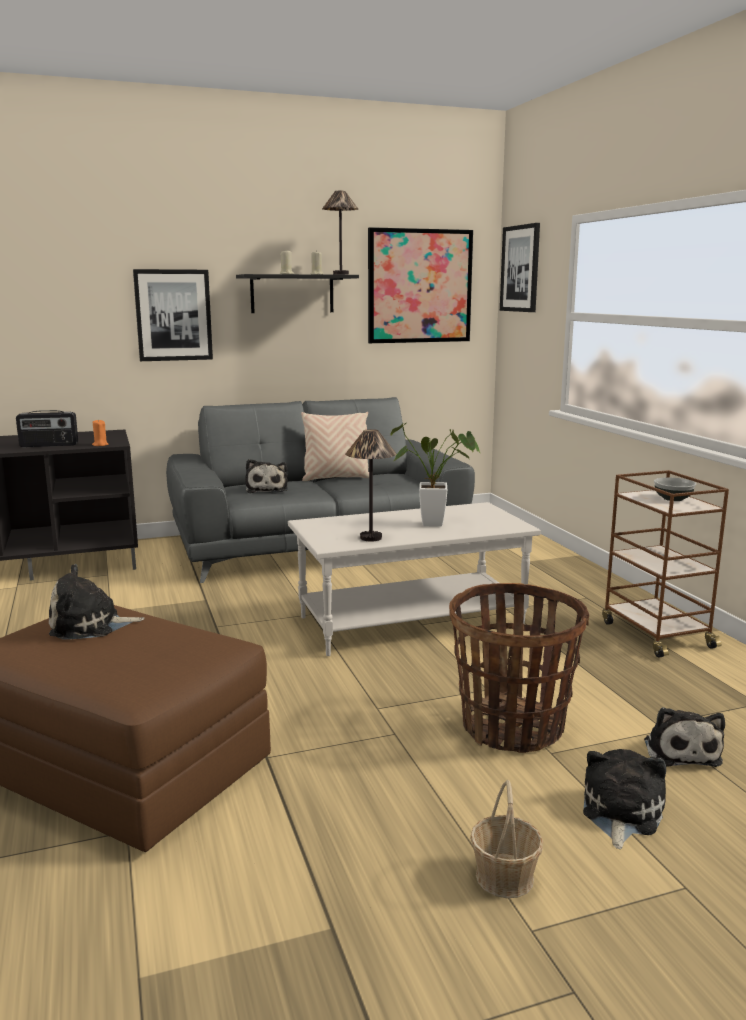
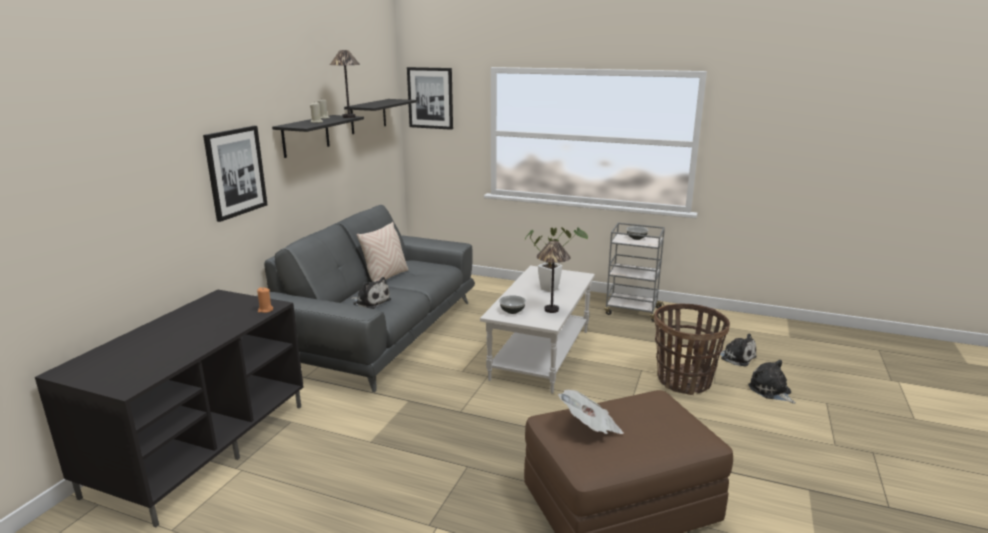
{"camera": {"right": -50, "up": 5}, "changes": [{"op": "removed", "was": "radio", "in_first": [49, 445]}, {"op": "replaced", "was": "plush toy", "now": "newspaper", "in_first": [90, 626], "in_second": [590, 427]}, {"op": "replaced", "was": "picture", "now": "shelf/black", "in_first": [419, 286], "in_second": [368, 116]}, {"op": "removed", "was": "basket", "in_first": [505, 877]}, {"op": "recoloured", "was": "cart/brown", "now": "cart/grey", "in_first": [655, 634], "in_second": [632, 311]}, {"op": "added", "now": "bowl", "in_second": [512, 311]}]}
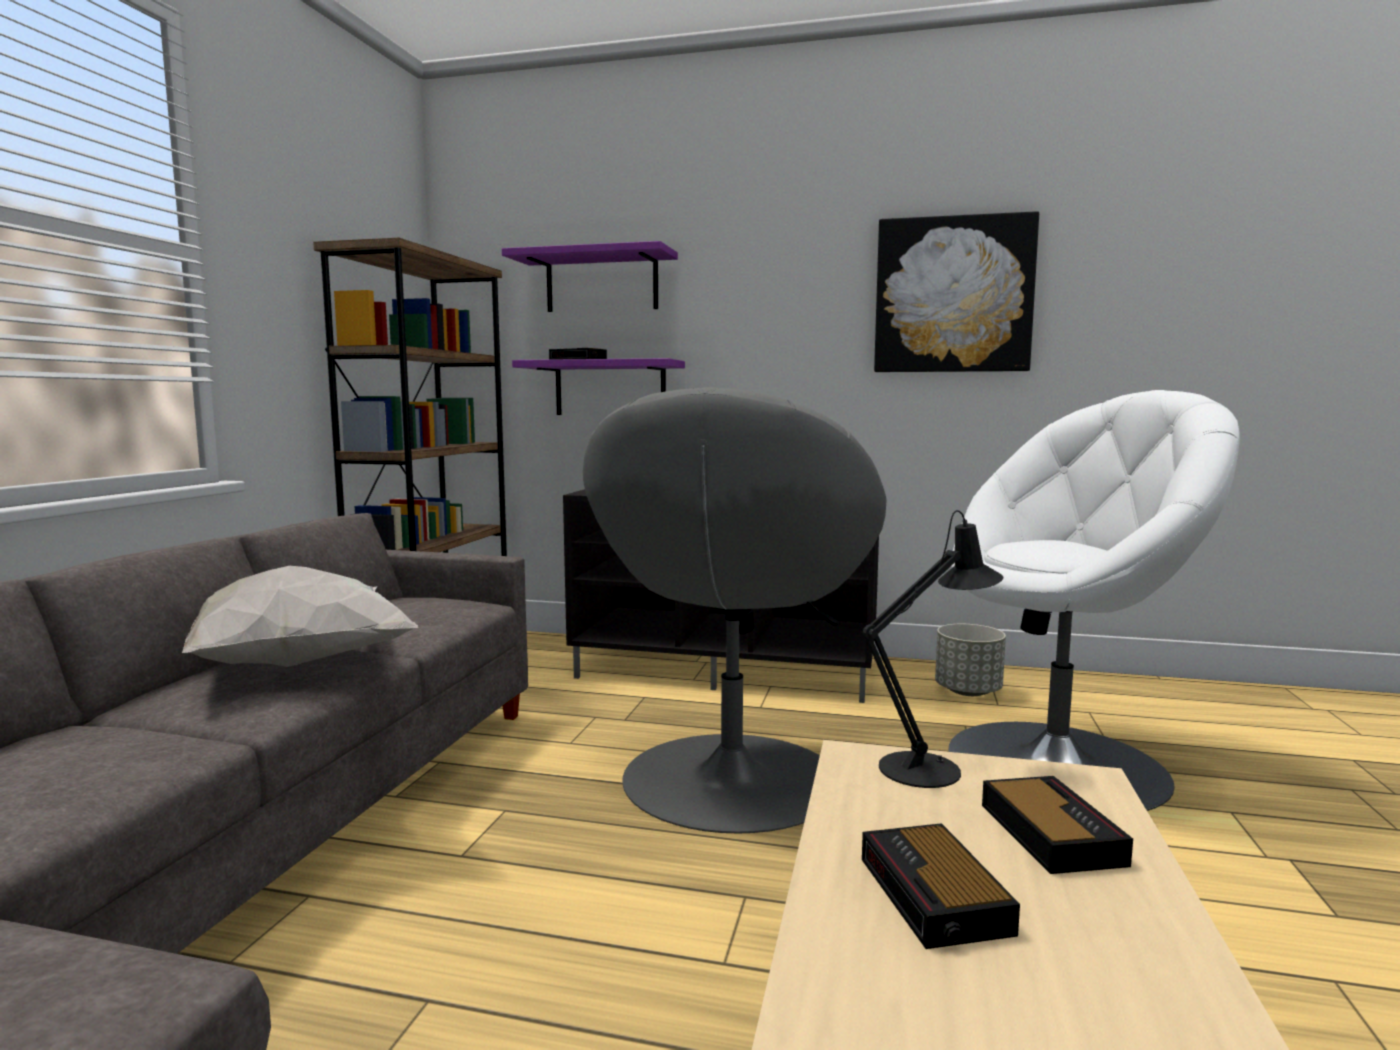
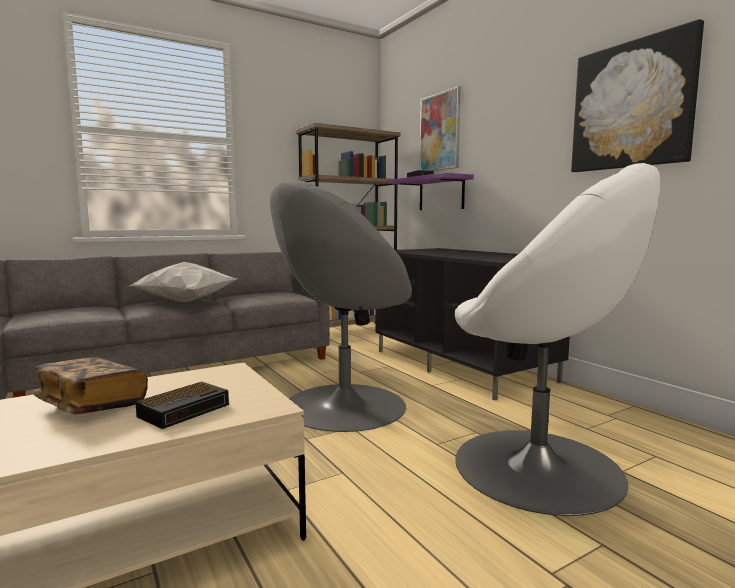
{"camera": {"right": 45, "up": 0}, "changes": [{"op": "replaced", "was": "shelf/purple", "now": "picture", "in_first": [602, 283], "in_second": [440, 132]}, {"op": "replaced", "was": "alarm clock", "now": "book", "in_first": [935, 897], "in_second": [92, 405]}, {"op": "removed", "was": "table lamp/black", "in_first": [929, 767]}, {"op": "removed", "was": "planter/grey", "in_first": [968, 691]}]}
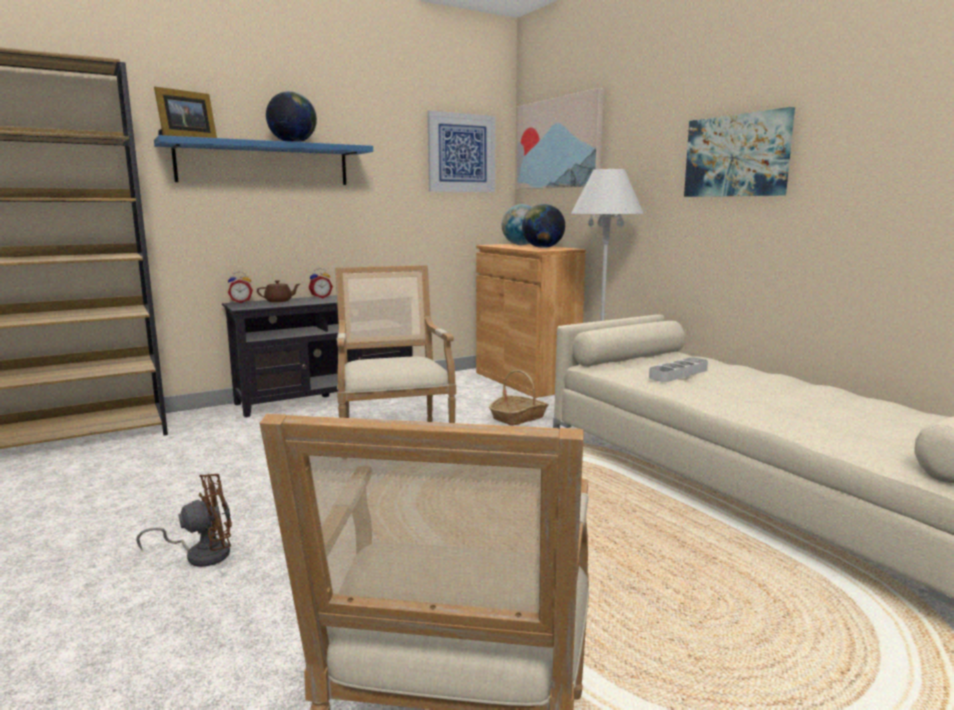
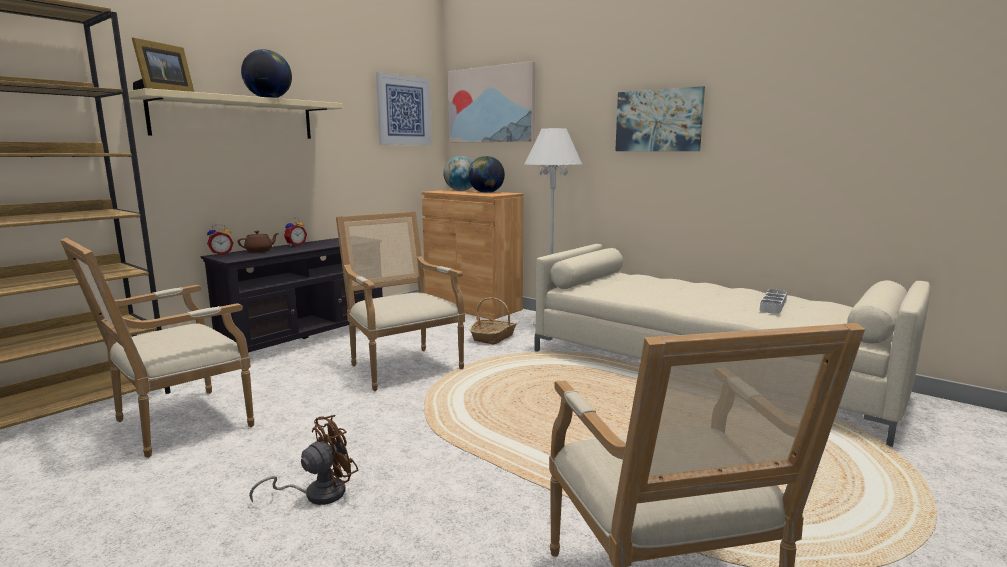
{"camera": {"right": -20, "up": 0}, "changes": [{"op": "recoloured", "was": "shelf/blue", "now": "shelf/beige", "in_first": [264, 164], "in_second": [235, 118]}, {"op": "moved", "was": "tray/grey", "in_first": [678, 374], "in_second": [773, 305]}, {"op": "added", "now": "armchair", "in_second": [175, 425]}]}
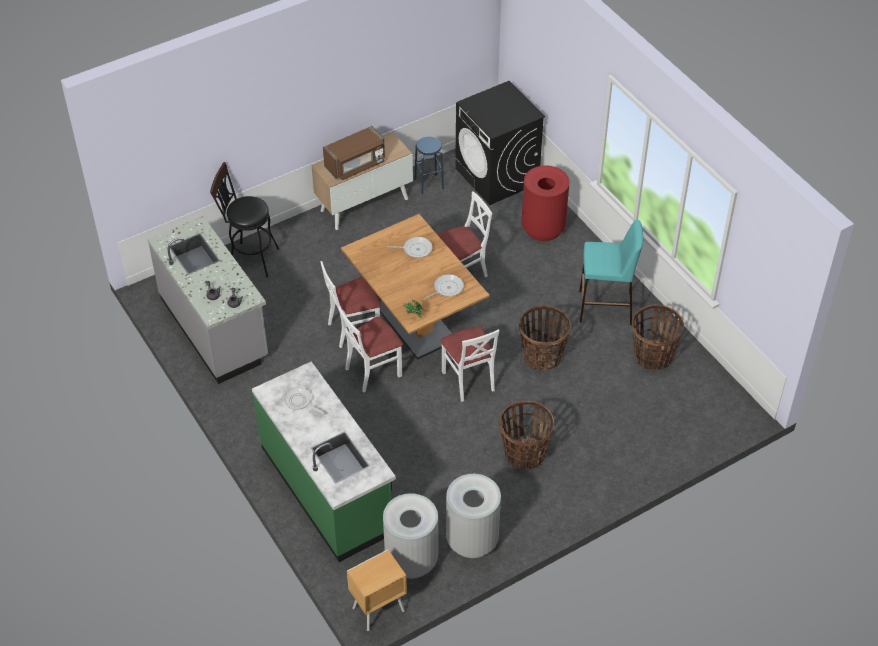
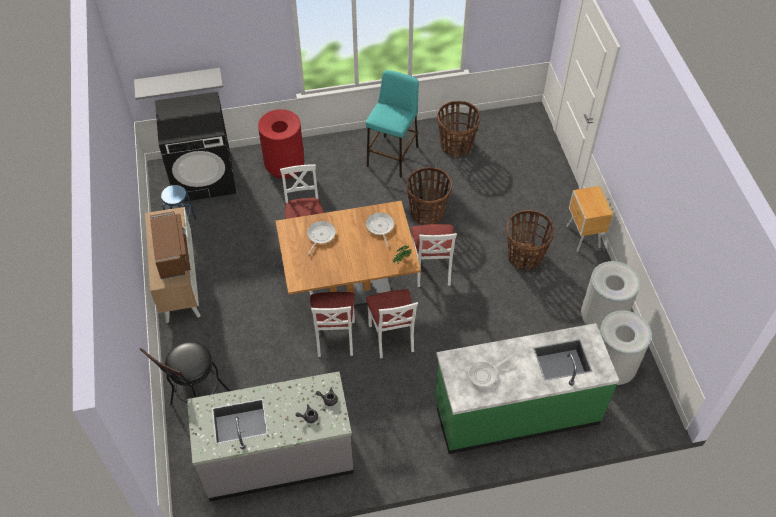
{"camera": {"right": -70, "up": 5}, "changes": [{"op": "moved", "was": "nightstand/brown", "in_first": [377, 610], "in_second": [582, 237]}, {"op": "turned", "was": "chair/white", "in_first": [469, 380], "in_second": [432, 269], "clockwise": 90}, {"op": "added", "now": "shelf/grey", "in_second": [179, 81]}]}
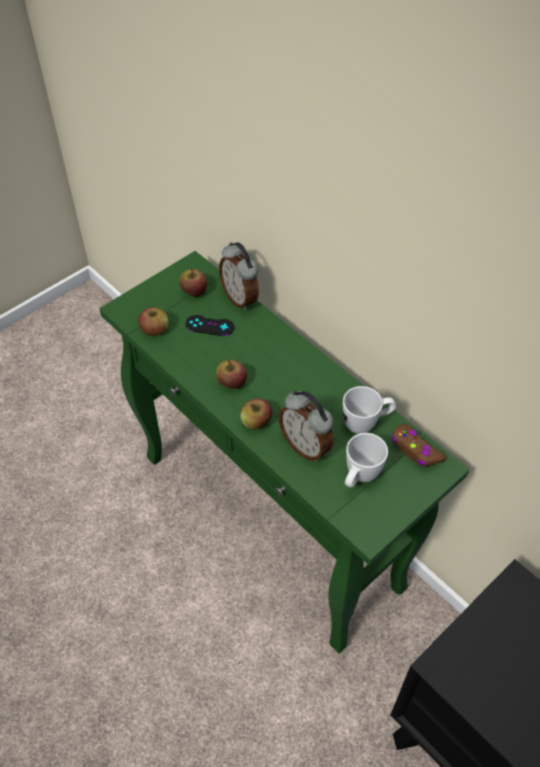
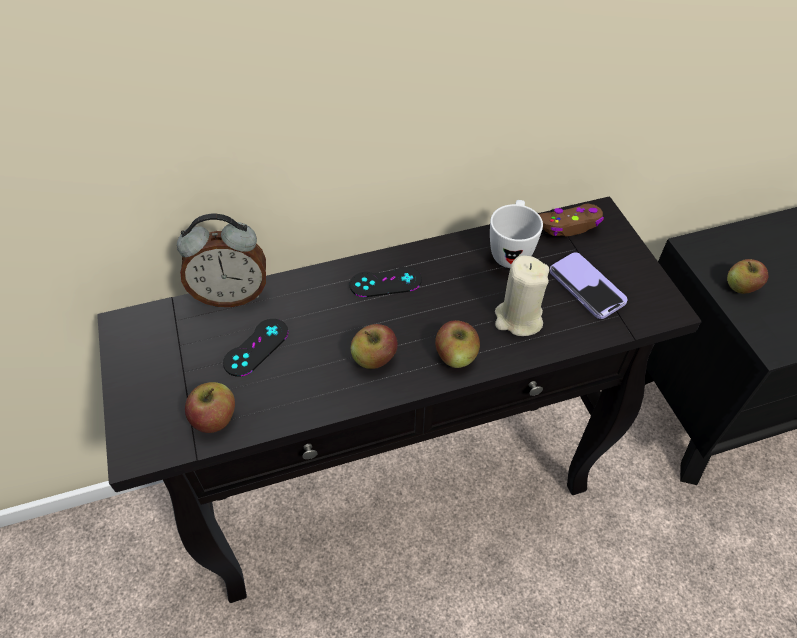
{"camera": {"right": -65, "up": 0}, "changes": [{"op": "recoloured", "was": "console table/green", "now": "console table/black", "in_first": [272, 522], "in_second": [401, 489]}, {"op": "moved", "was": "apple", "in_first": [194, 291], "in_second": [741, 287]}, {"op": "replaced", "was": "alarm clock", "now": "candle/beige", "in_first": [306, 446], "in_second": [518, 318]}, {"op": "replaced", "was": "mug/white", "now": "phone", "in_first": [359, 477], "in_second": [586, 287]}, {"op": "added", "now": "game controller/black", "in_second": [385, 282]}]}
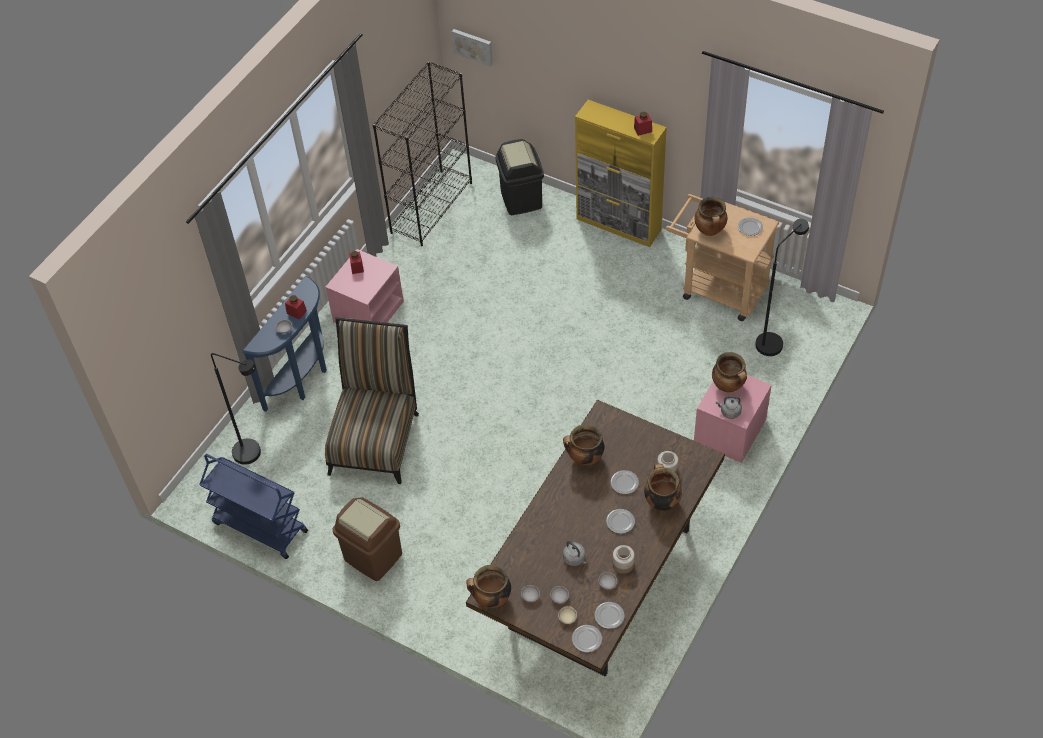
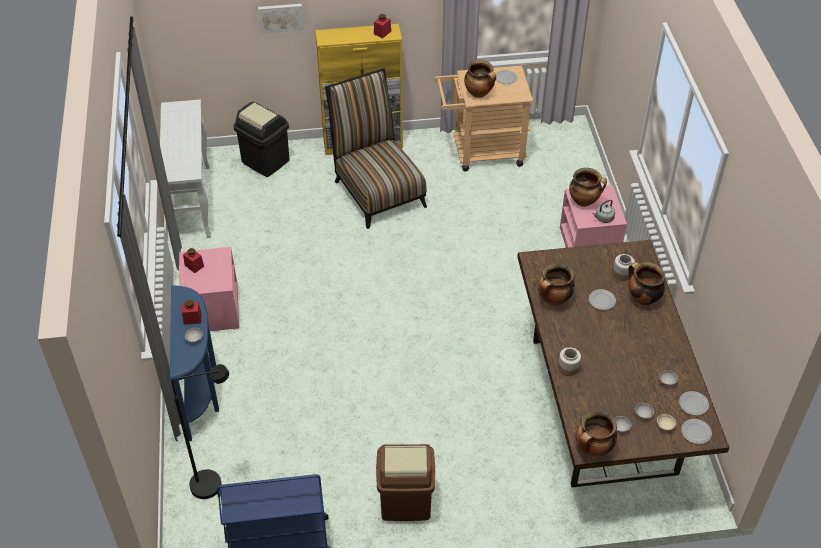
{"camera": {"right": -40, "up": -5}, "changes": [{"op": "moved", "was": "chair", "in_first": [375, 437], "in_second": [377, 189]}, {"op": "replaced", "was": "bookcase/black", "now": "console table/white", "in_first": [431, 207], "in_second": [192, 202]}, {"op": "moved", "was": "picture", "in_first": [473, 46], "in_second": [280, 17]}, {"op": "removed", "was": "kettle/grey", "in_first": [575, 559]}, {"op": "removed", "was": "plate", "in_first": [620, 522]}, {"op": "moved", "was": "jar", "in_first": [623, 564], "in_second": [568, 367]}, {"op": "removed", "was": "floor lamp/black", "in_first": [773, 340]}]}
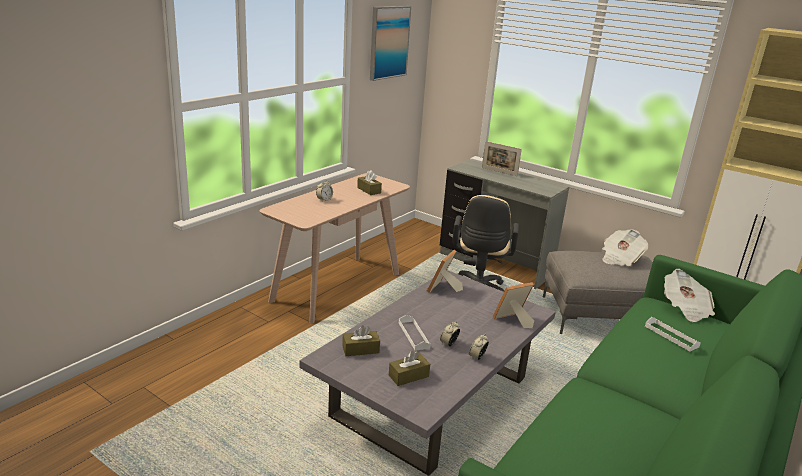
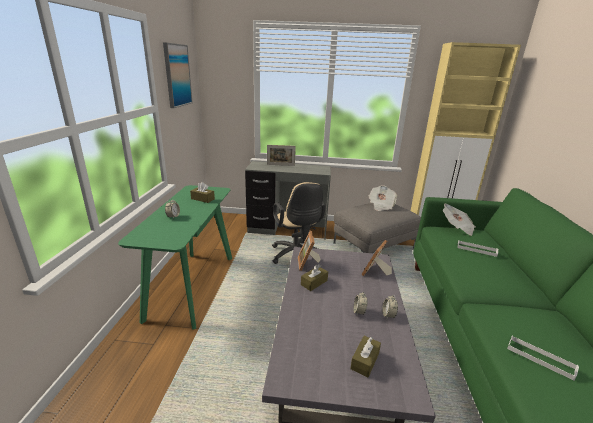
{"camera": {"right": -30, "up": 0}, "changes": [{"op": "recoloured", "was": "console table/beige", "now": "console table/green", "in_first": [336, 286], "in_second": [192, 285]}, {"op": "moved", "was": "tissue box/brown", "in_first": [360, 349], "in_second": [314, 282]}, {"op": "moved", "was": "tray/white", "in_first": [413, 335], "in_second": [540, 358]}]}
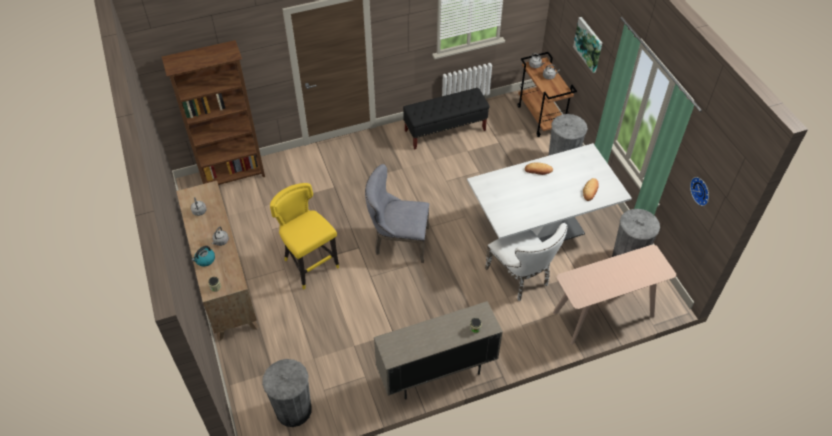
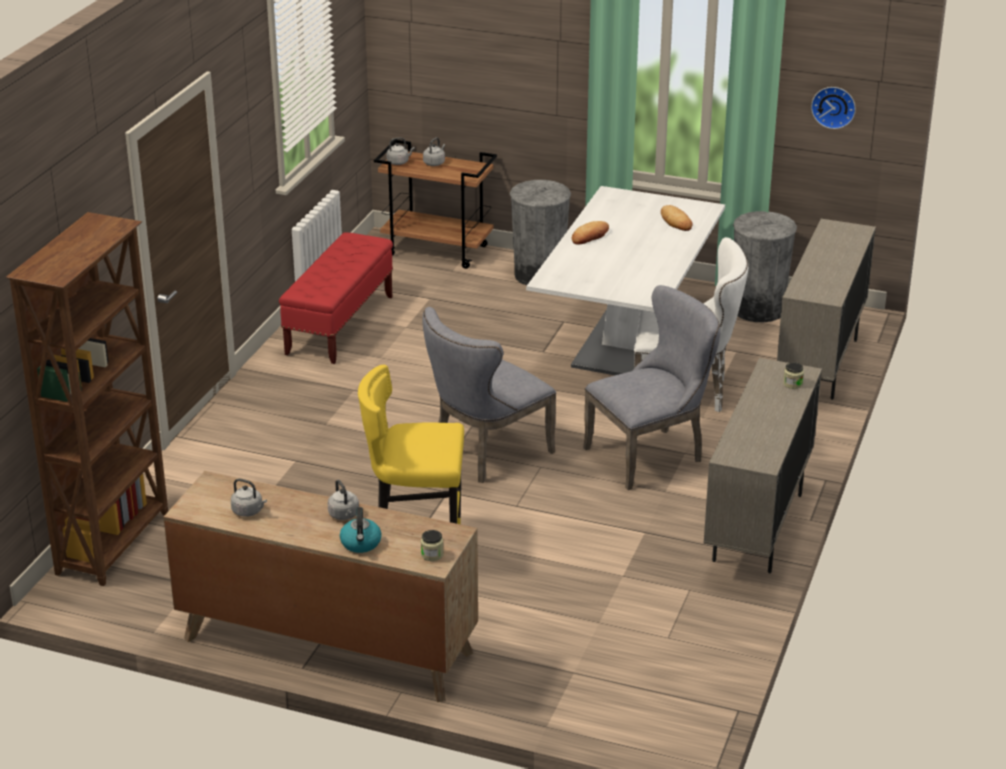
{"camera": {"right": -50, "up": -20}, "changes": [{"op": "removed", "was": "trash can/grey", "in_first": [293, 410]}, {"op": "recoloured", "was": "bench/black", "now": "bench/red", "in_first": [445, 130], "in_second": [340, 325]}, {"op": "replaced", "was": "console table/beige", "now": "cabinet/beige", "in_first": [603, 314], "in_second": [820, 365]}, {"op": "removed", "was": "picture", "in_first": [588, 44]}, {"op": "added", "now": "chair/grey", "in_second": [651, 454]}]}
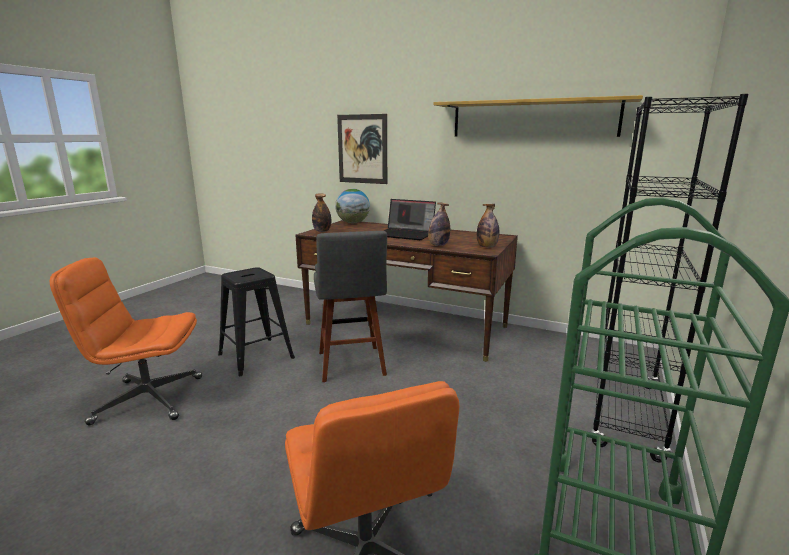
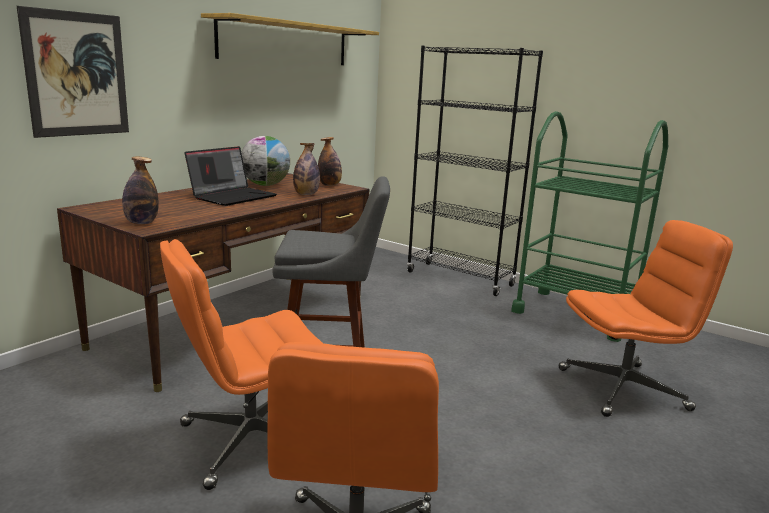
{"camera": {"right": -80, "up": 0}, "changes": [{"op": "replaced", "was": "stool/black", "now": "office chair/orange", "in_first": [256, 355], "in_second": [249, 441]}, {"op": "moved", "was": "globe", "in_first": [353, 223], "in_second": [265, 185]}]}
